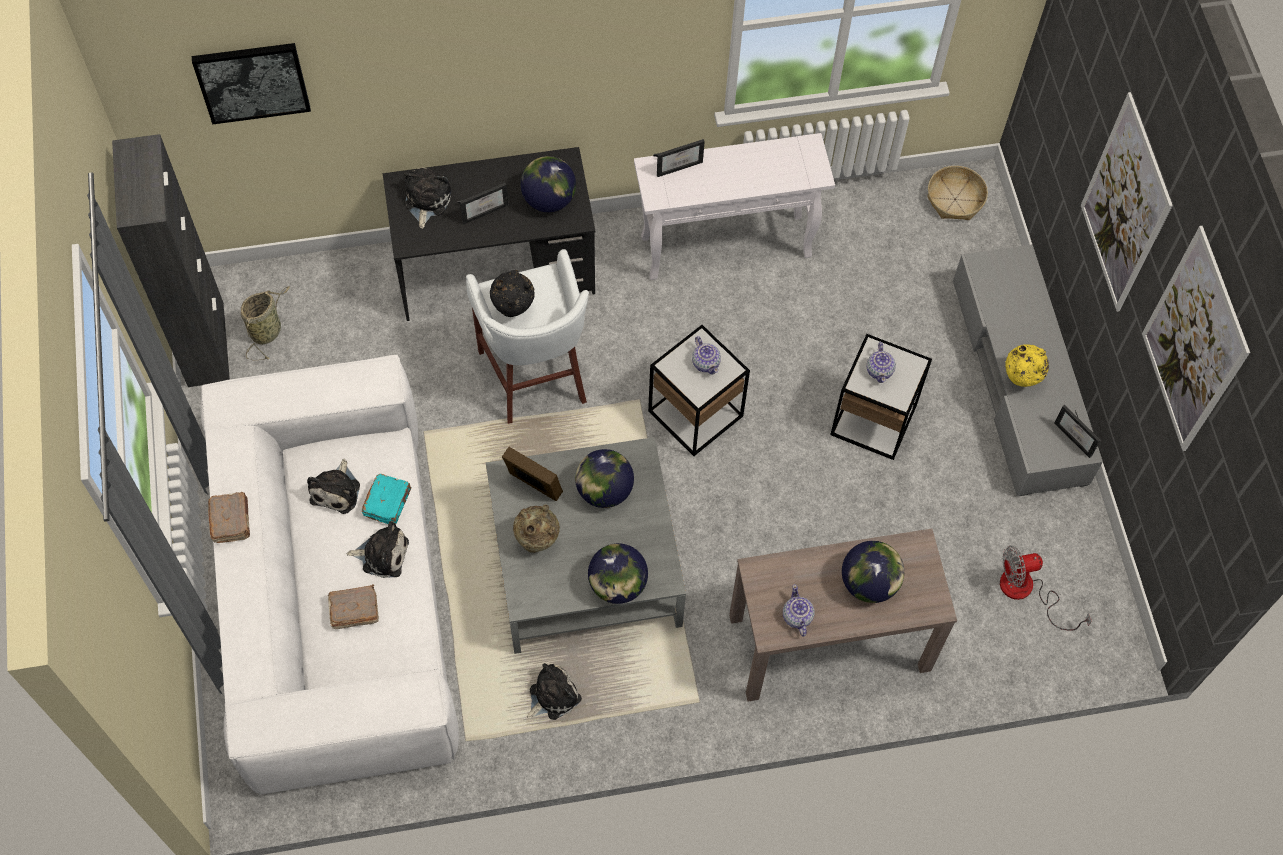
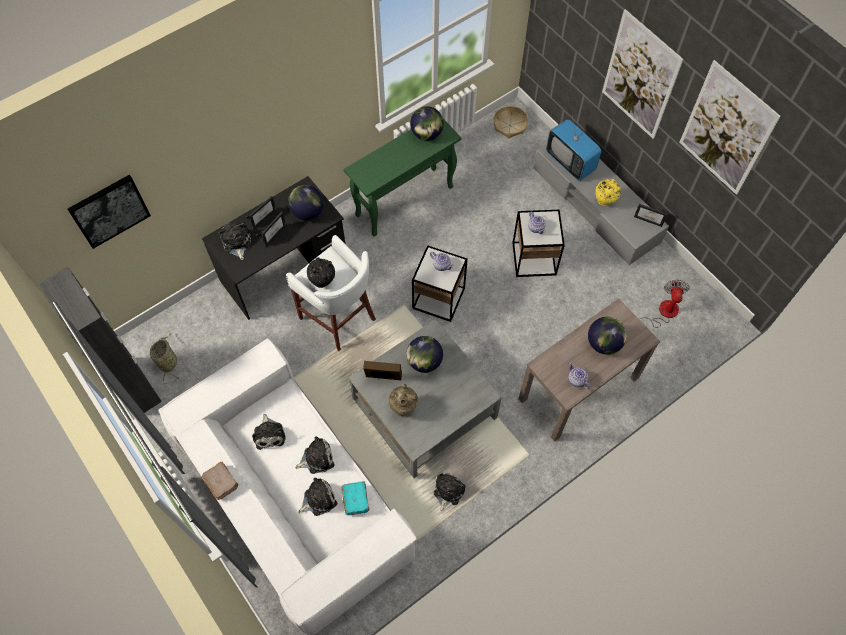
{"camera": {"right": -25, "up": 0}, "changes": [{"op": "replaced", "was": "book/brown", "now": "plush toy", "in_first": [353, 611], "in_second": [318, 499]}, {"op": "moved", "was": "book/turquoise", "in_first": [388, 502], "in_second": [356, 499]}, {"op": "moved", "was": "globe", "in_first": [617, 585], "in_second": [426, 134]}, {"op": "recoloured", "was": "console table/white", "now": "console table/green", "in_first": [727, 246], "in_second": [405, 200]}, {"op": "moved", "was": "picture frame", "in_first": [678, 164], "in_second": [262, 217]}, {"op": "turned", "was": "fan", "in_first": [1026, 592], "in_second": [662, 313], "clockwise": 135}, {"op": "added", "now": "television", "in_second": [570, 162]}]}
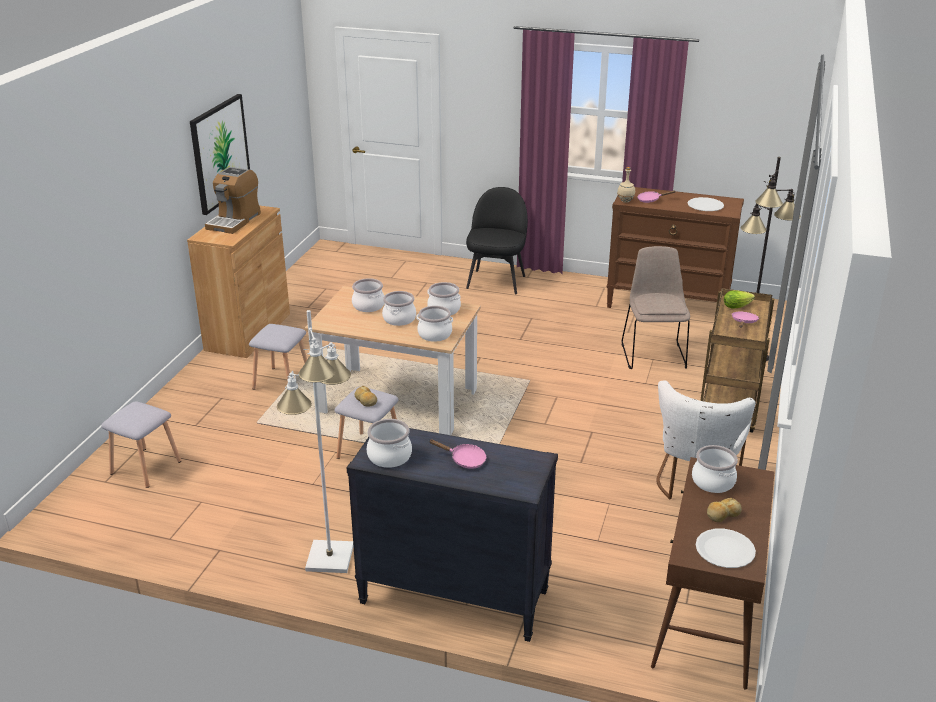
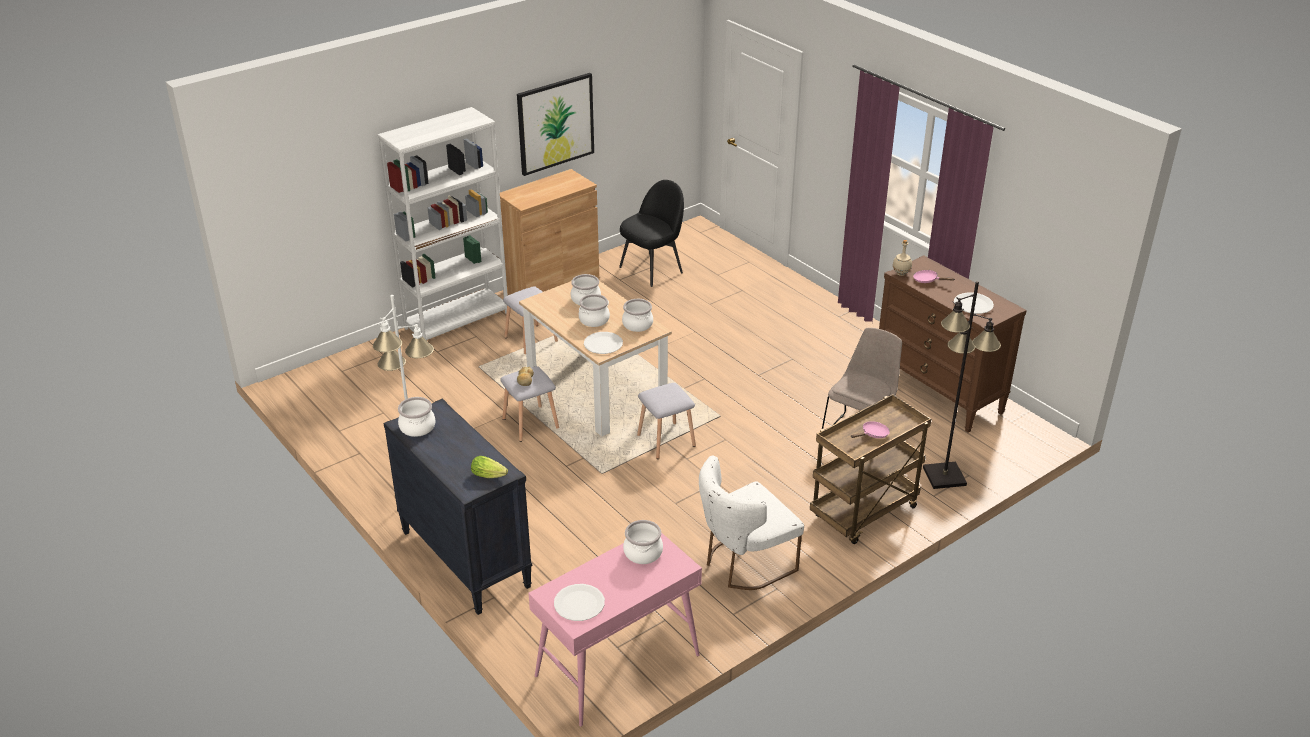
{"camera": {"right": 35, "up": 5}, "changes": [{"op": "moved", "was": "stool/grey", "in_first": [145, 468], "in_second": [665, 441]}, {"op": "removed", "was": "coffee machine", "in_first": [234, 221]}, {"op": "replaced", "was": "cooking pot", "now": "plate/white", "in_first": [434, 334], "in_second": [603, 344]}, {"op": "removed", "was": "frying pan/pink", "in_first": [464, 460]}, {"op": "moved", "was": "chair/black", "in_first": [496, 281], "in_second": [652, 269]}, {"op": "recoloured", "was": "console table/brown", "now": "console table/pink", "in_first": [707, 619], "in_second": [617, 666]}, {"op": "removed", "was": "bread", "in_first": [722, 514]}, {"op": "moved", "was": "lettuce", "in_first": [738, 306], "in_second": [490, 475]}, {"op": "added", "now": "bookcase/white", "in_second": [457, 320]}]}
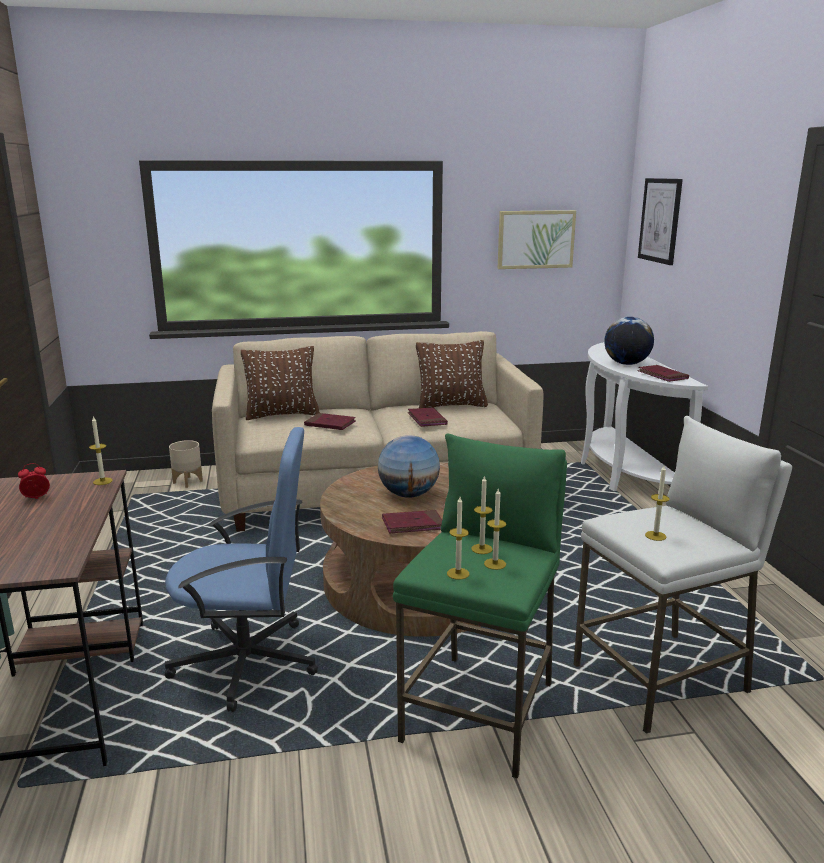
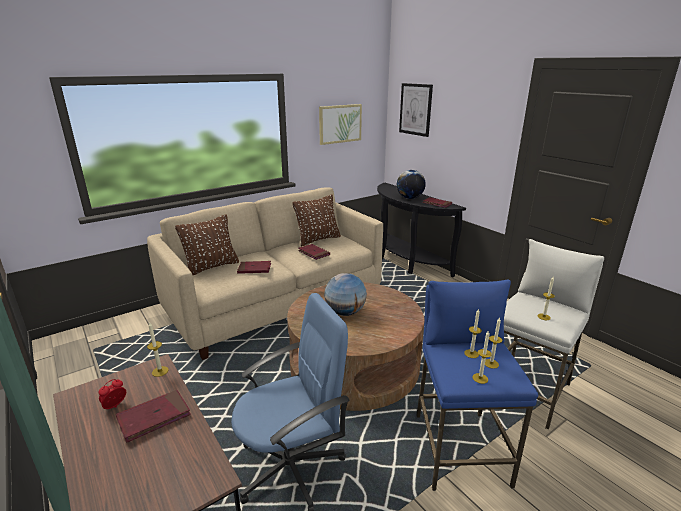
{"camera": {"right": -25, "up": 5}, "changes": [{"op": "removed", "was": "planter/beige", "in_first": [188, 482]}, {"op": "moved", "was": "book/red", "in_first": [413, 525], "in_second": [154, 417]}, {"op": "recoloured", "was": "stool/green", "now": "stool/blue", "in_first": [480, 711], "in_second": [459, 448]}, {"op": "recoloured", "was": "console table/white", "now": "console table/black", "in_first": [621, 474], "in_second": [406, 261]}]}
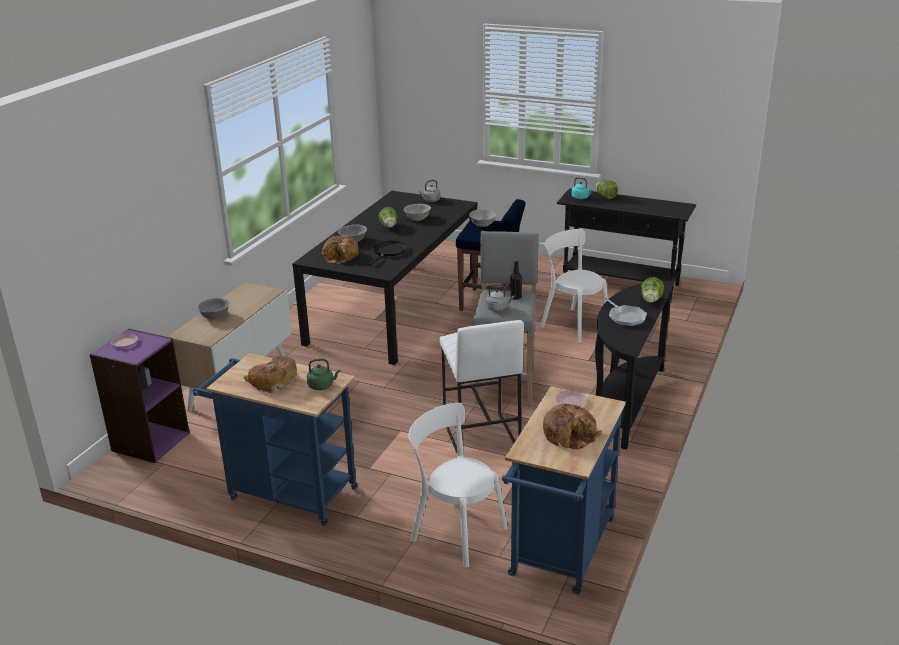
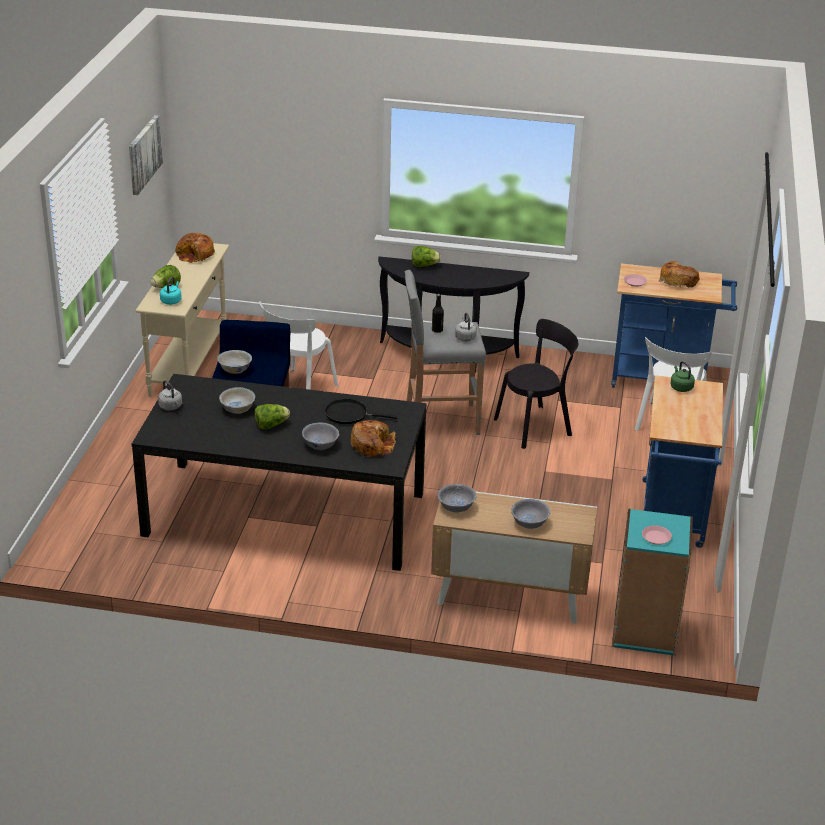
{"camera": {"right": -105, "up": 5}, "changes": [{"op": "recoloured", "was": "bookcase/purple", "now": "bookcase/turquoise", "in_first": [150, 441], "in_second": [644, 631]}, {"op": "moved", "was": "bread", "in_first": [272, 381], "in_second": [195, 255]}, {"op": "replaced", "was": "stool/white", "now": "chair/black", "in_first": [480, 438], "in_second": [536, 426]}, {"op": "recoloured", "was": "console table/black", "now": "console table/beige", "in_first": [621, 284], "in_second": [189, 365]}, {"op": "removed", "was": "frying pan", "in_first": [625, 317]}, {"op": "added", "now": "picture", "in_second": [143, 154]}, {"op": "added", "now": "bowl/grey", "in_second": [456, 507]}]}
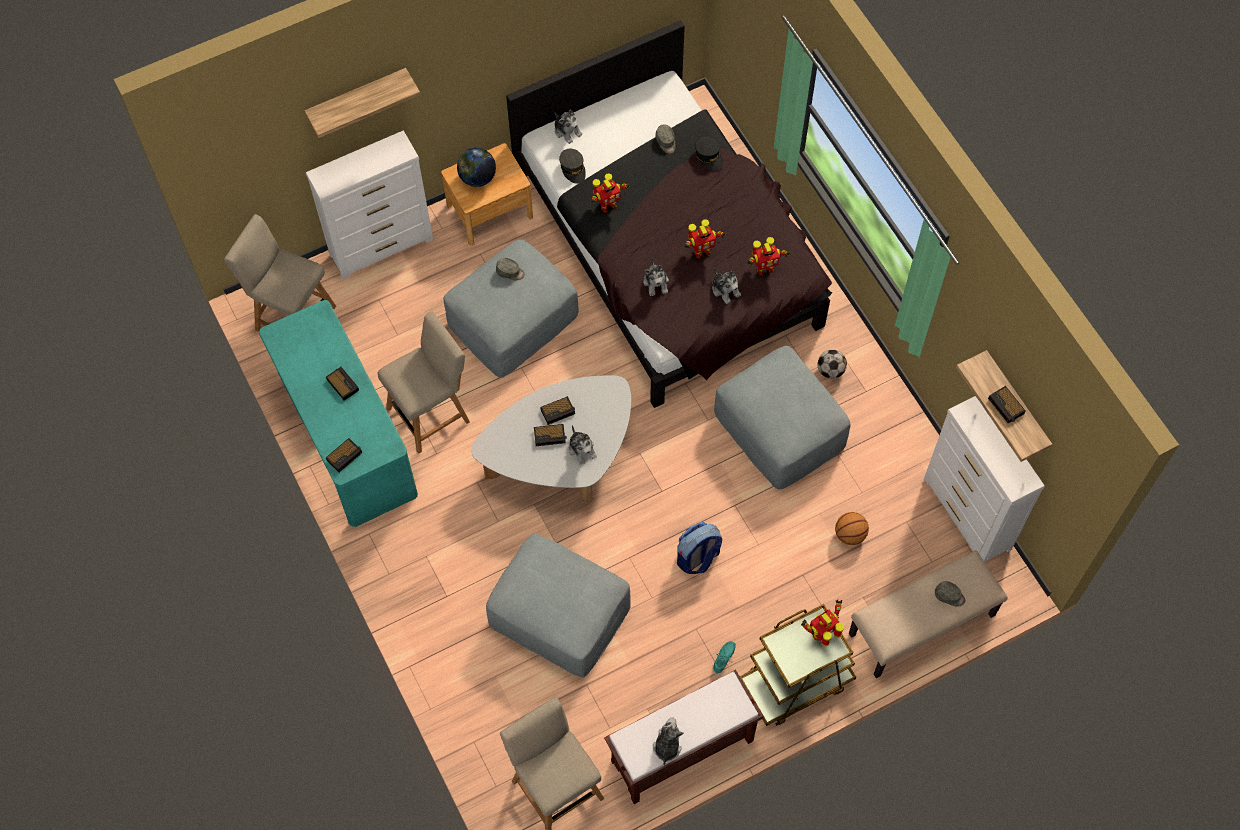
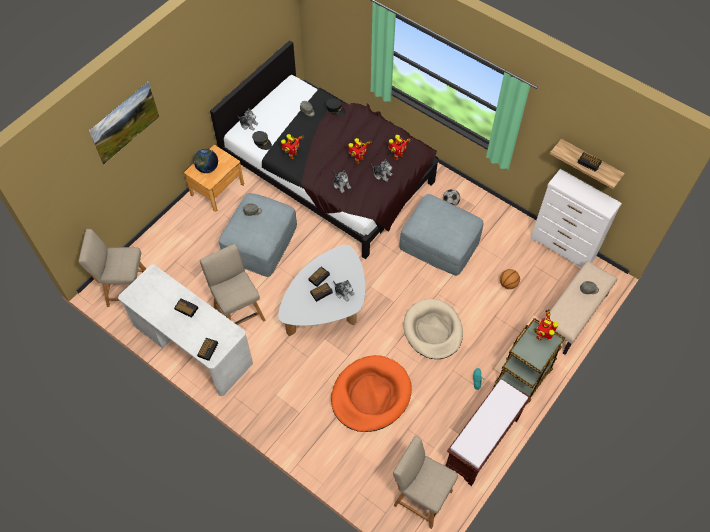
{"camera": {"right": -25, "up": -5}, "changes": [{"op": "recoloured", "was": "desk/turquoise", "now": "desk/white", "in_first": [346, 436], "in_second": [192, 345]}, {"op": "replaced", "was": "shelf", "now": "picture", "in_first": [357, 98], "in_second": [128, 132]}, {"op": "removed", "was": "dresser/white", "in_first": [382, 247]}, {"op": "turned", "was": "chair/beige", "in_first": [431, 413], "in_second": [238, 312], "clockwise": -60}, {"op": "replaced", "was": "ottoman/grey", "now": "dog bed/orange", "in_first": [559, 614], "in_second": [370, 395]}, {"op": "removed", "was": "plush toy", "in_first": [667, 746]}, {"op": "replaced", "was": "backpack", "now": "dog bed/beige", "in_first": [698, 558], "in_second": [433, 330]}]}
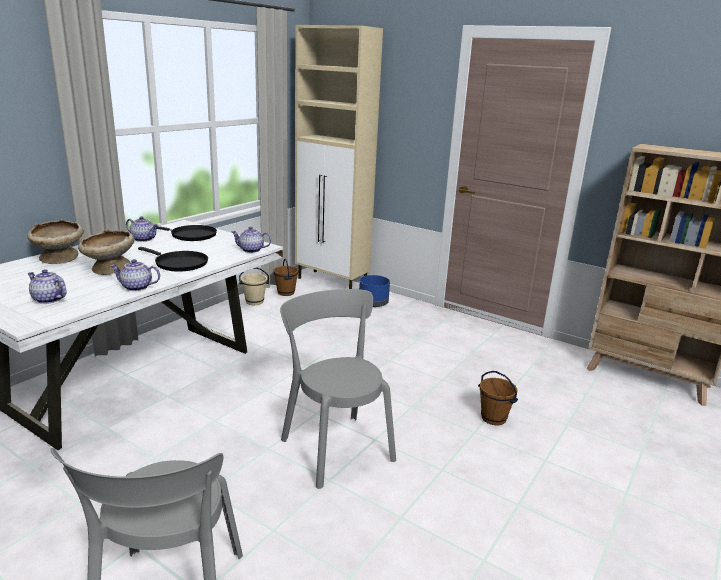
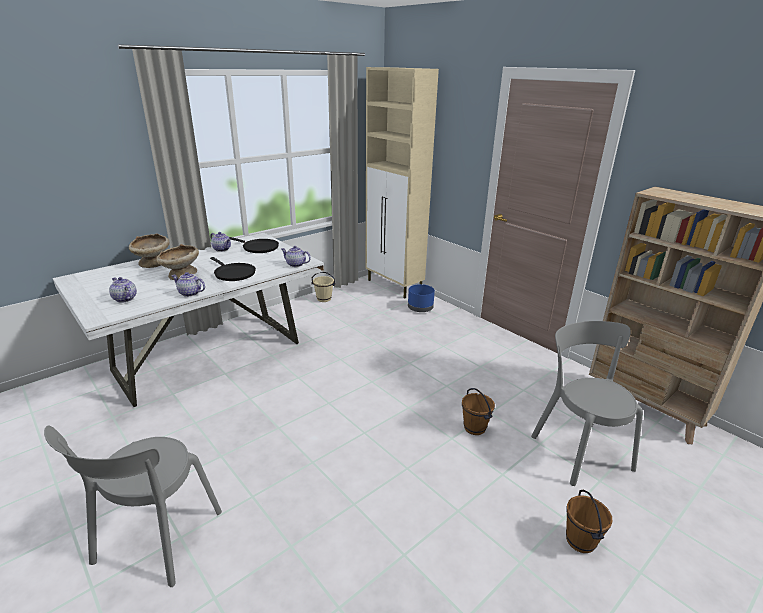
{"camera": {"right": 15, "up": 5}, "changes": [{"op": "moved", "was": "bucket/brown", "in_first": [285, 293], "in_second": [579, 541]}, {"op": "moved", "was": "chair/grey", "in_first": [335, 446], "in_second": [578, 449]}]}
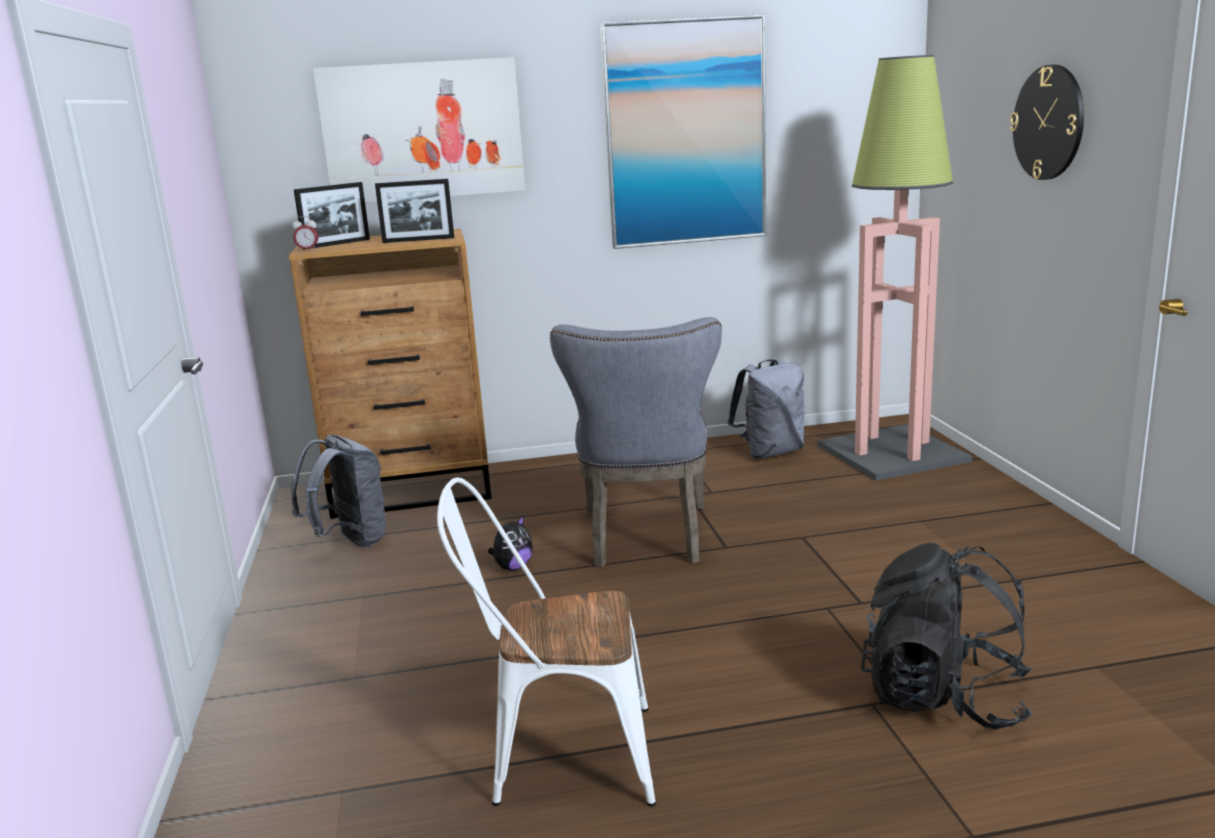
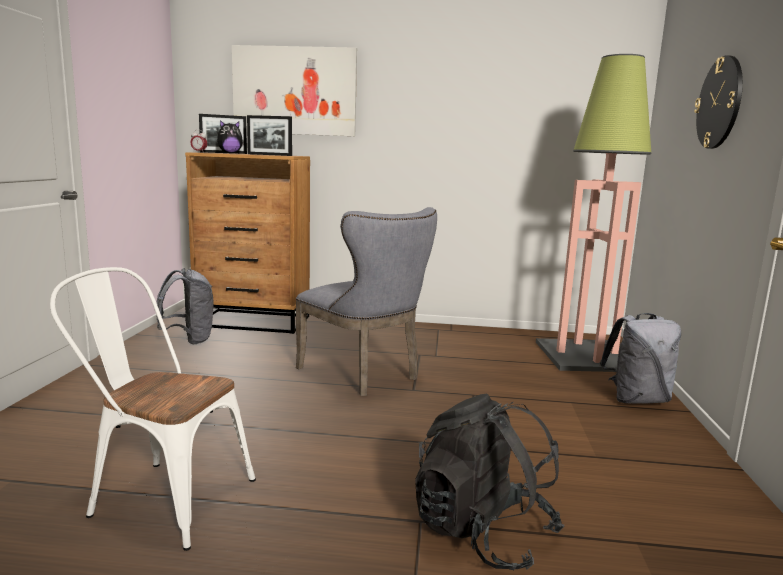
{"camera": {"right": 15, "up": -5}, "changes": [{"op": "moved", "was": "plush toy", "in_first": [513, 567], "in_second": [230, 153]}, {"op": "turned", "was": "chair/grey", "in_first": [646, 540], "in_second": [365, 374], "clockwise": -60}, {"op": "removed", "was": "picture", "in_first": [685, 133]}, {"op": "moved", "was": "backpack/grey", "in_first": [770, 452], "in_second": [636, 399]}]}
